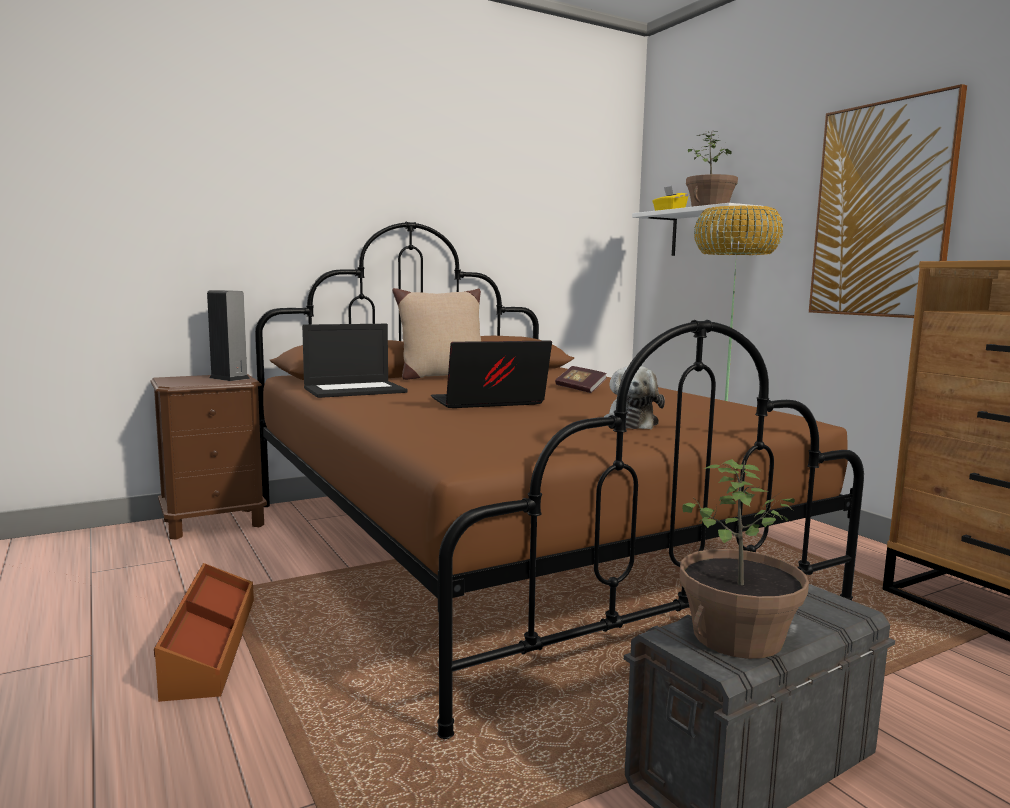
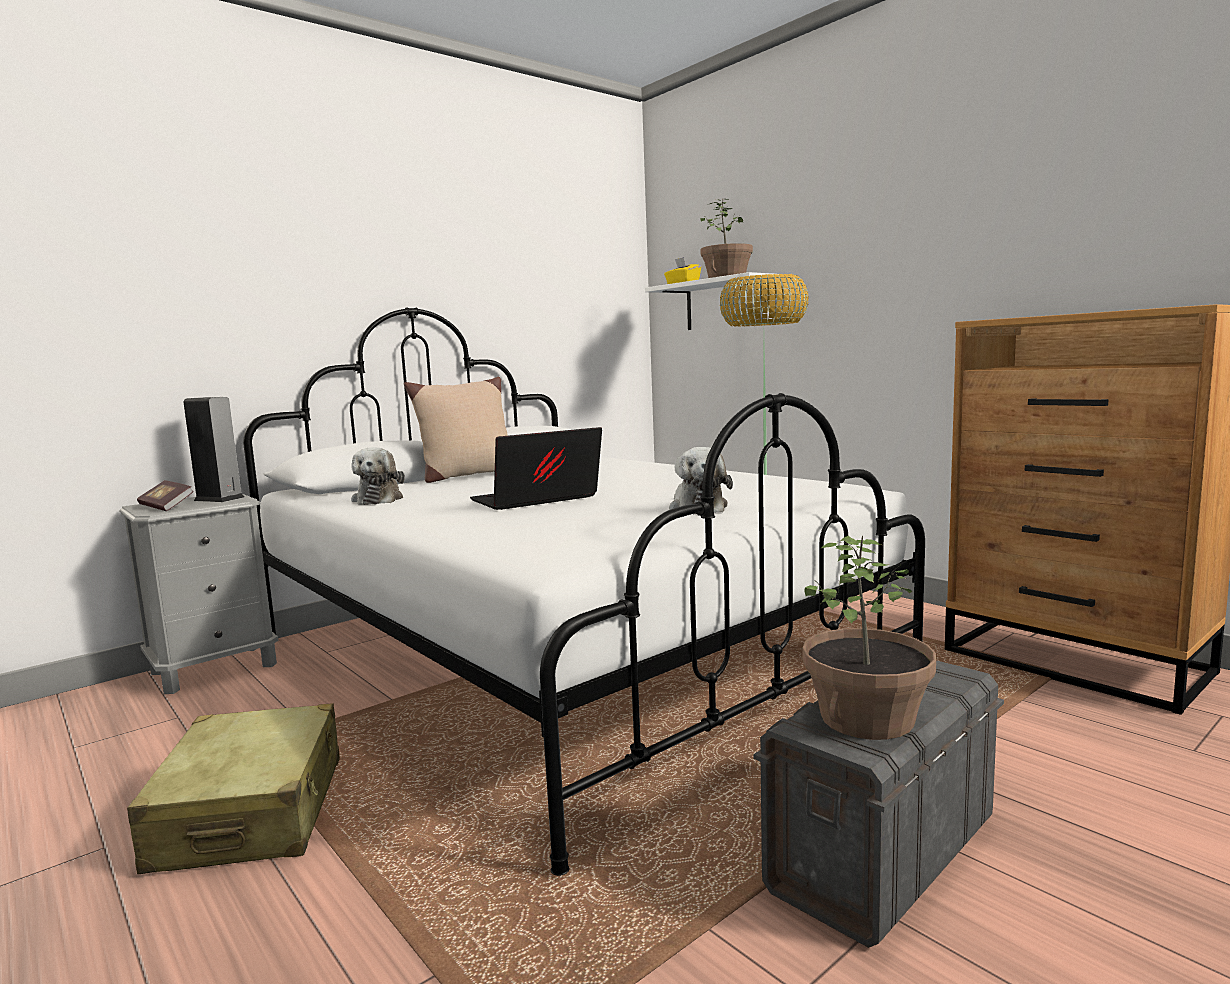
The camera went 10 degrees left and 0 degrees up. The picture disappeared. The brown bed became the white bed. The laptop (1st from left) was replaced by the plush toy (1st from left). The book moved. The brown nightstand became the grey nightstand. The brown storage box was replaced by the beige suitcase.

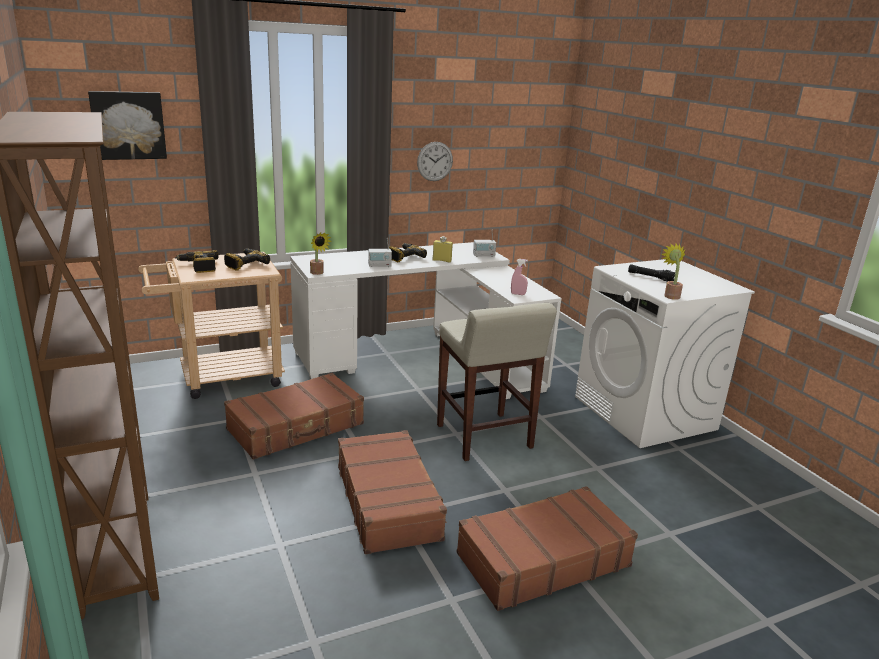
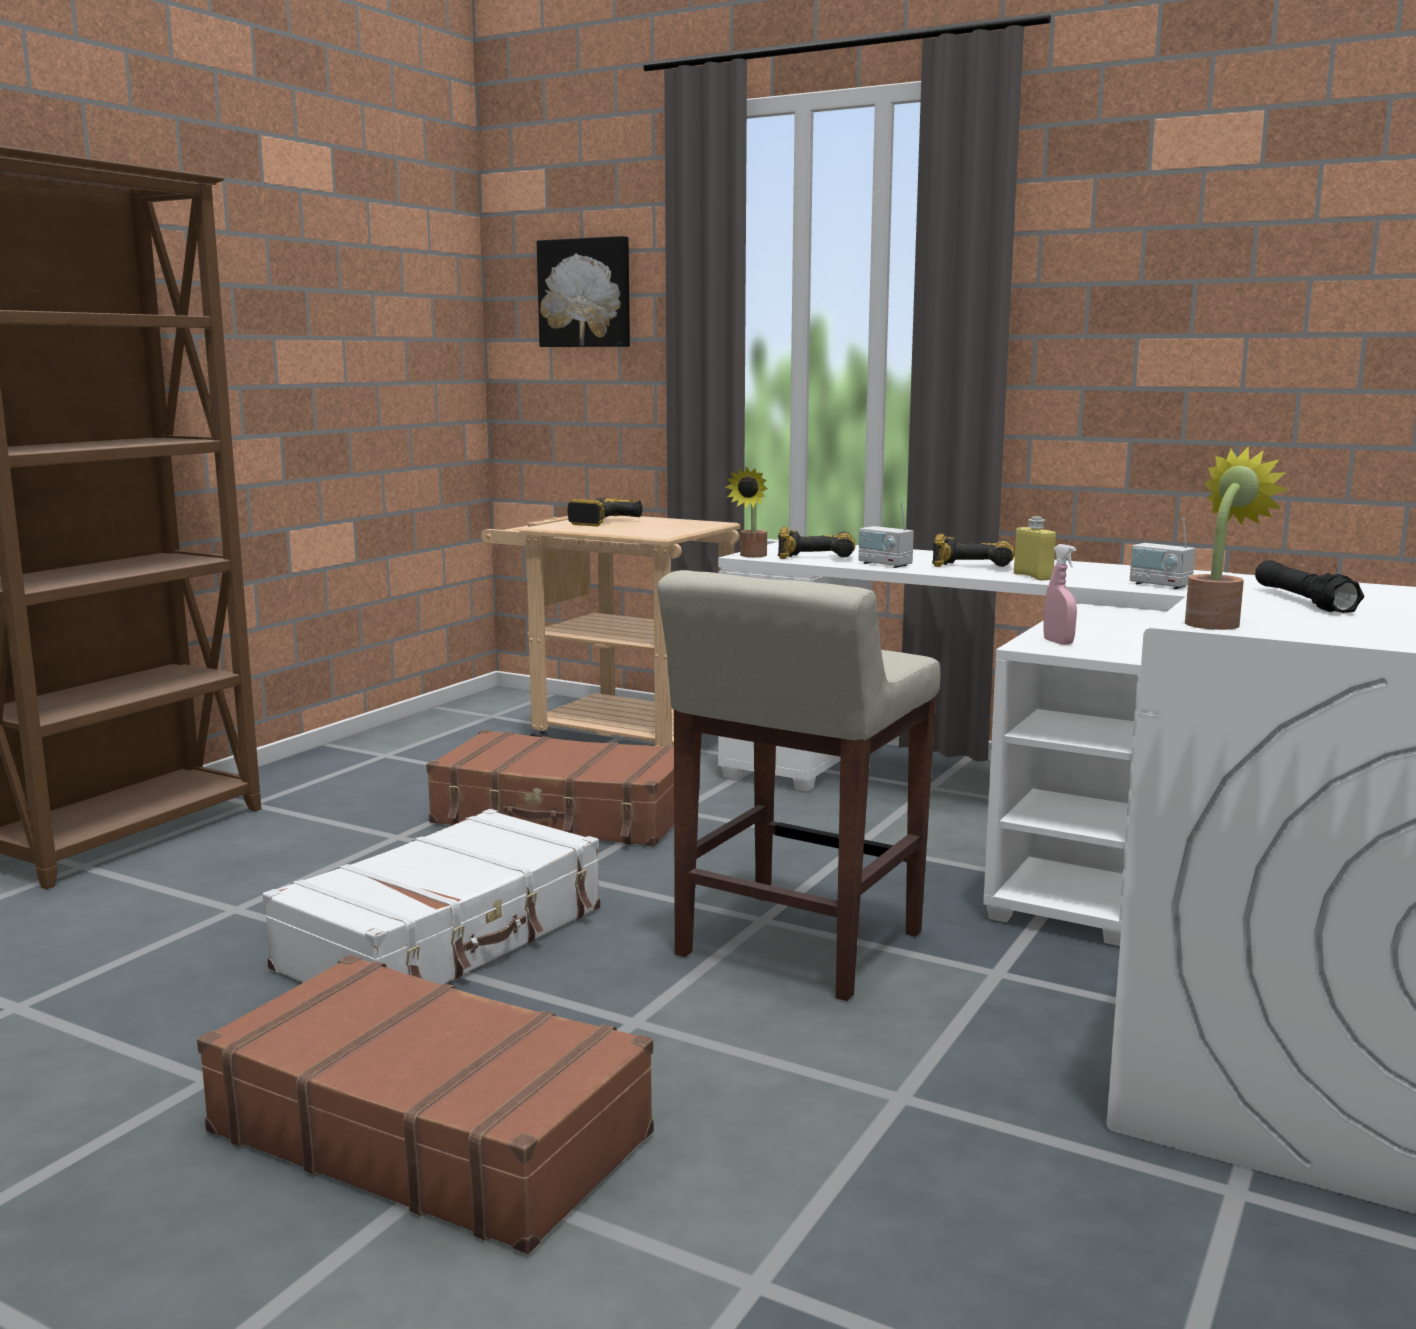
The camera went 55 degrees right and 10 degrees down. The wall clock disappeared. The power drill (2nd from left) moved. The brown suitcase (2nd from left) became the white suitcase.

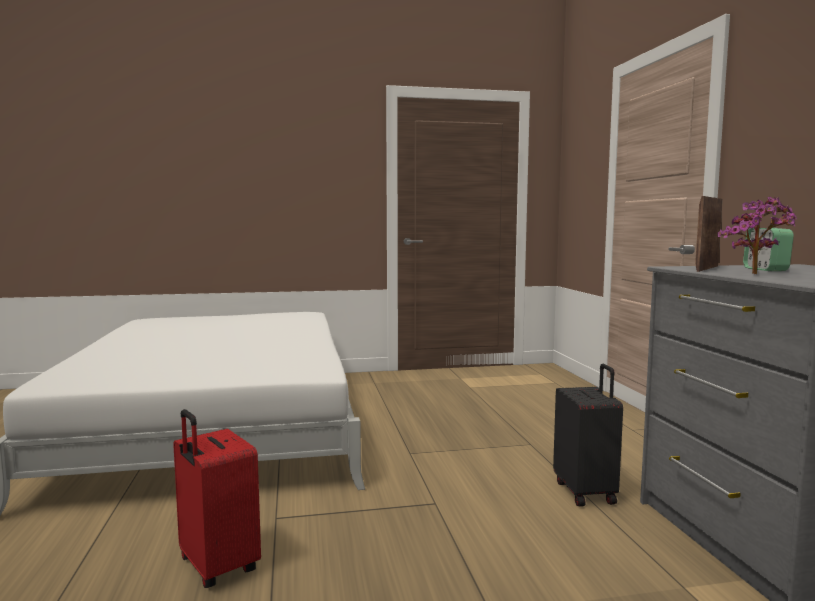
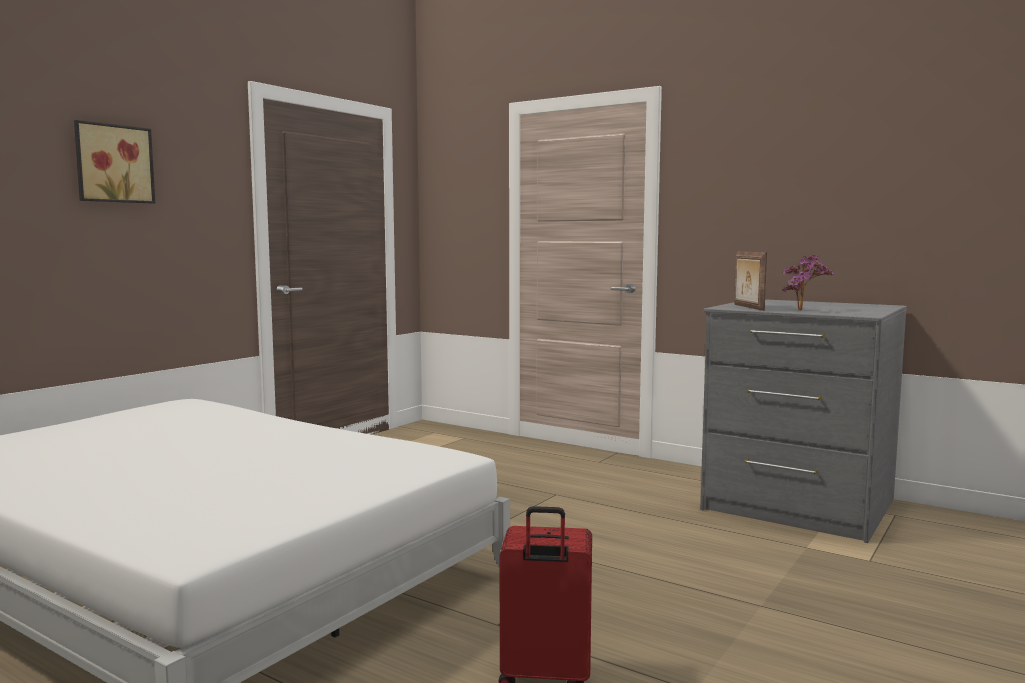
The camera went 45 degrees left and 0 degrees up. The alarm clock disappeared. The black suitcase disappeared. The picture appeared.

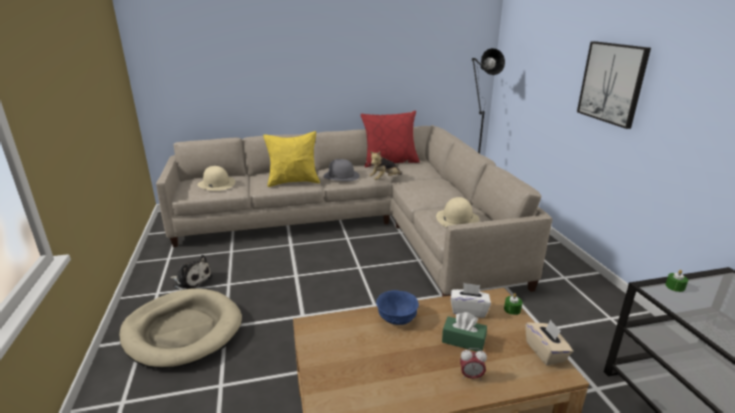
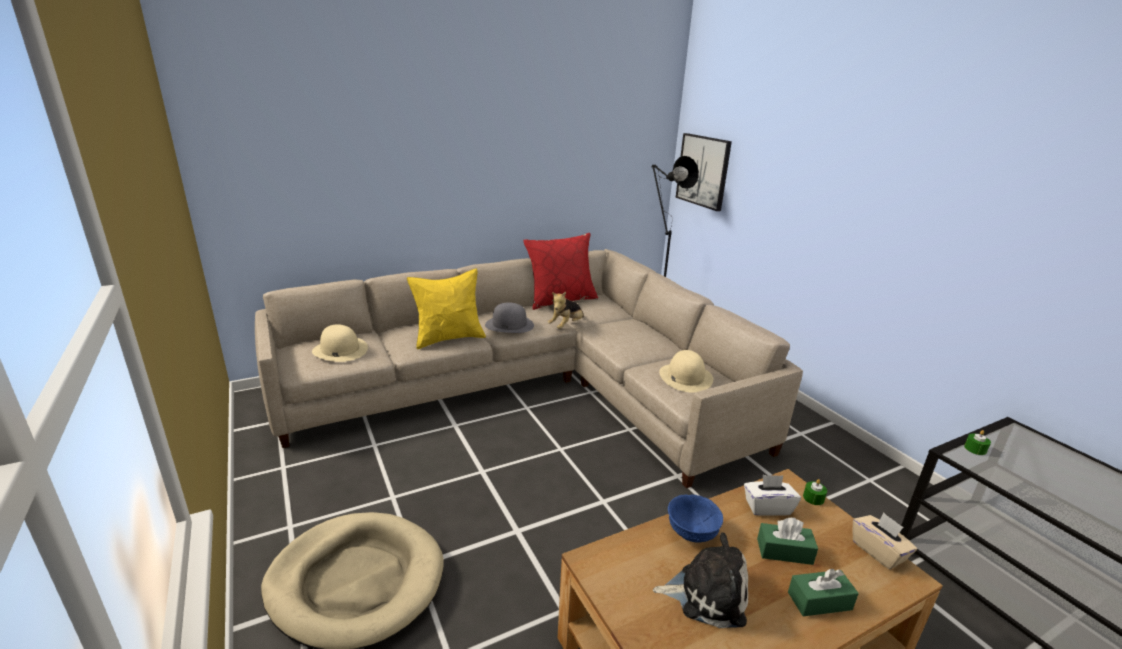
The camera went 15 degrees left and 0 degrees up. The picture moved. The plush toy (1st from left in the first image) moved. The alarm clock was replaced by the green tissue box (2nd from left).

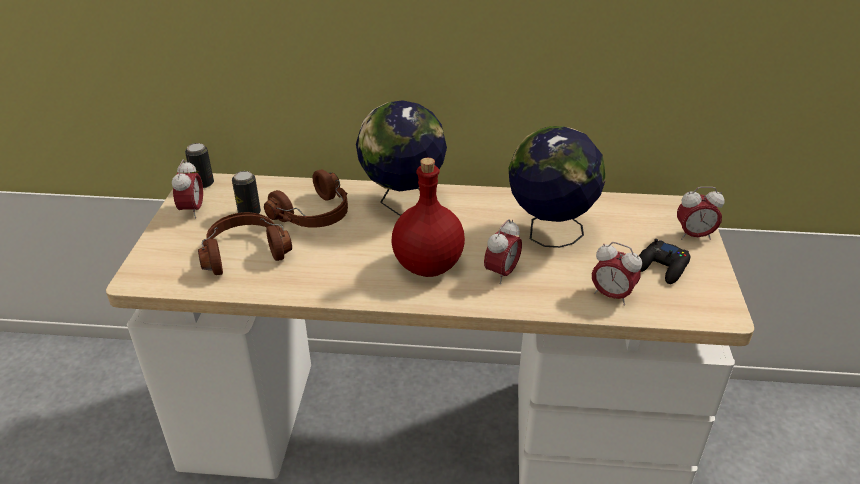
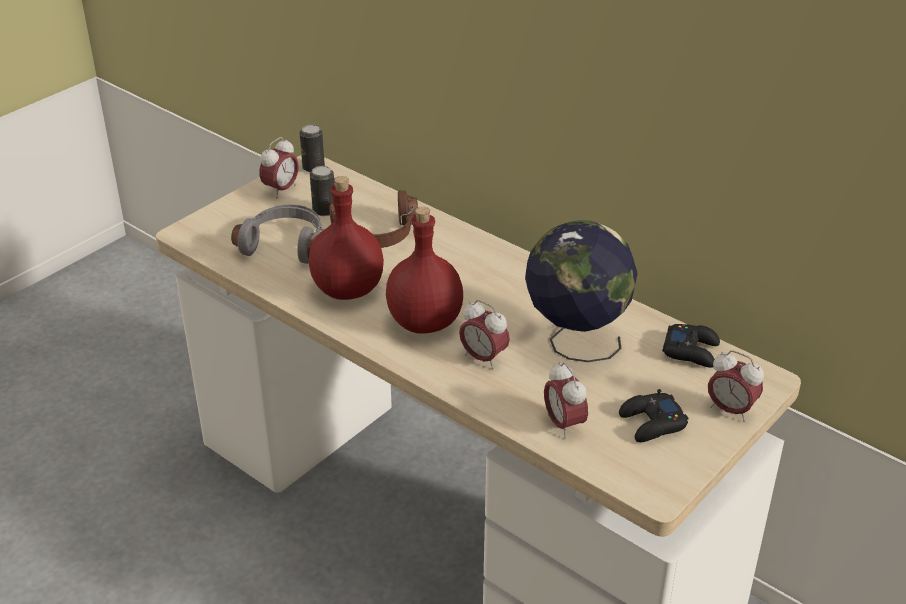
The camera went 35 degrees right and 0 degrees up. The globe (1st from left) disappeared. The brown headphones (1st from left) became the grey headphones. The alarm clock (2nd from left) turned 60 degrees clockwise. The red bottle (1st from left) appeared. The black game controller (2nd from left) appeared.

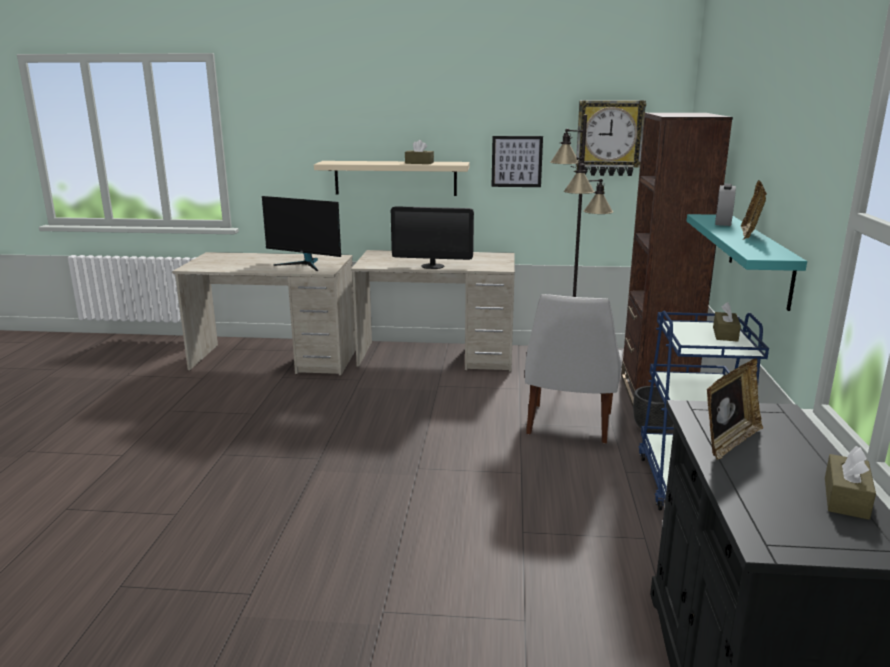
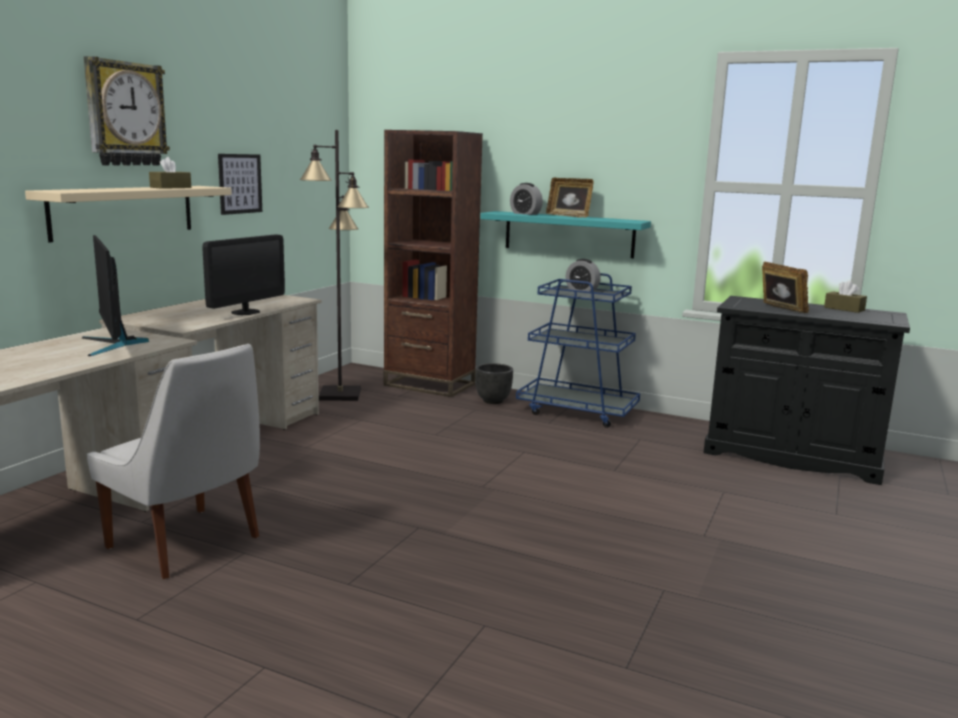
The camera went 70 degrees left and 5 degrees down. The wall clock moved. The monitor (1st from left) turned 105 degrees clockwise. The white chair moved. The brown tissue box (2nd from left) was replaced by the alarm clock (2nd from left).

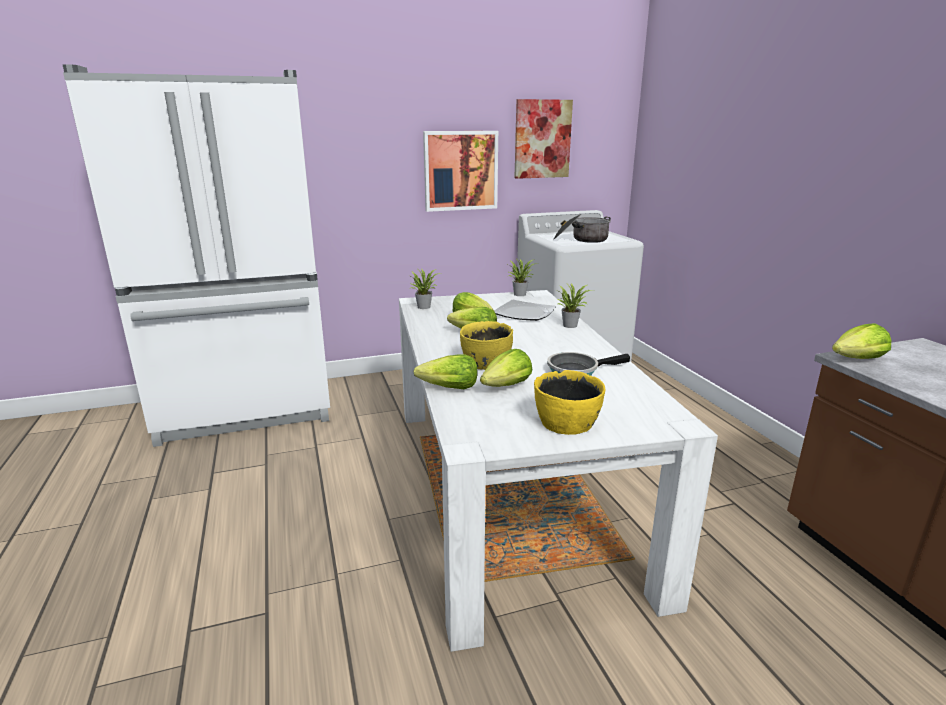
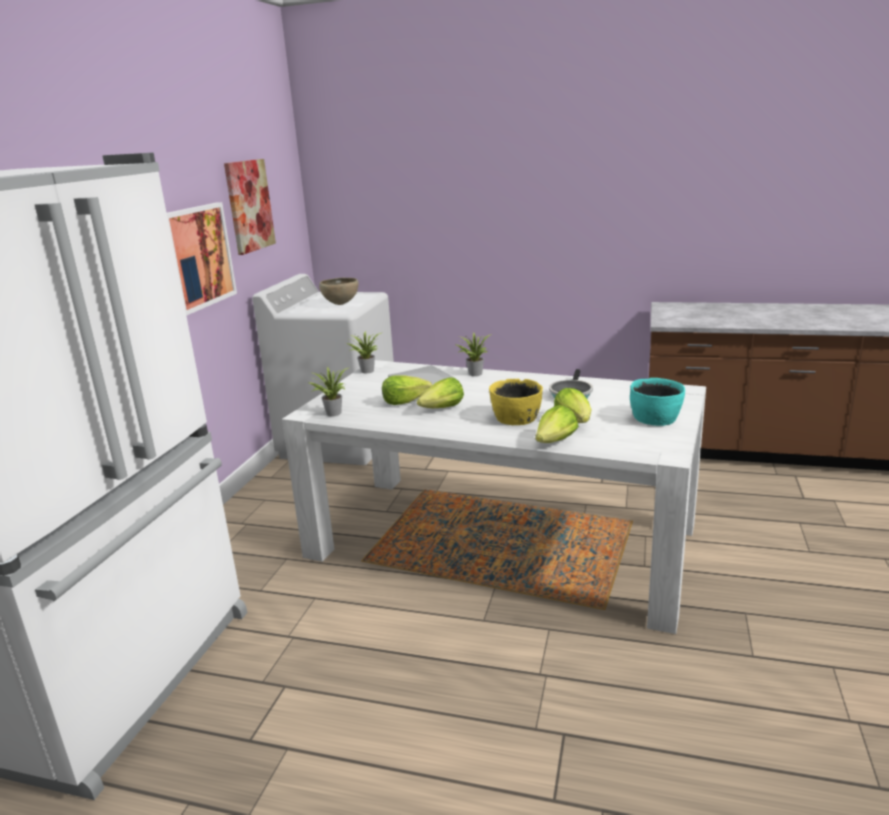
The camera went 55 degrees left and 0 degrees up. The cooking pot was replaced by the brown bowl. The lettuce (5th from left) disappeared. The yellow bowl (2nd from left) became the turquoise bowl.

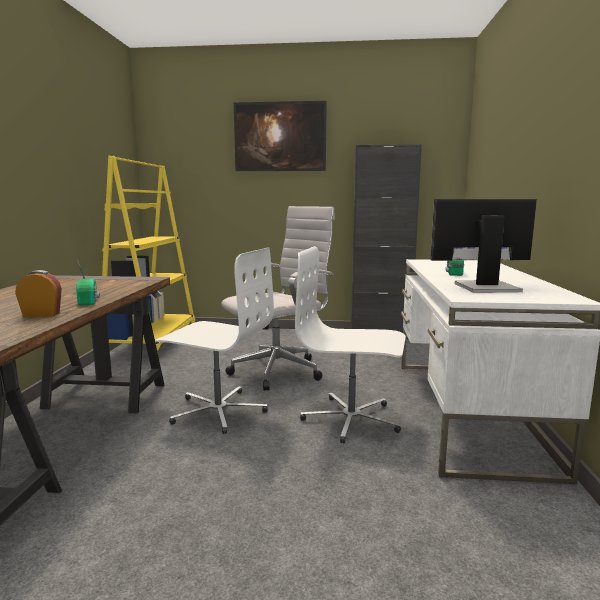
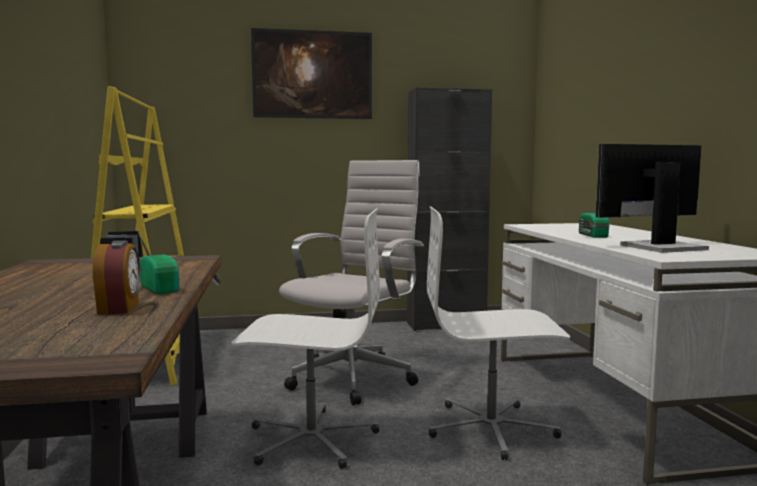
The camera went 15 degrees left and 5 degrees down. The alarm clock turned 105 degrees clockwise.

